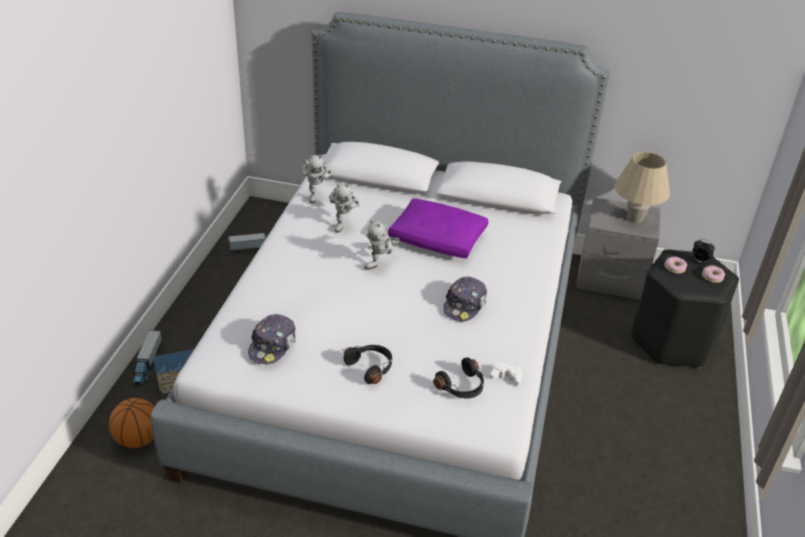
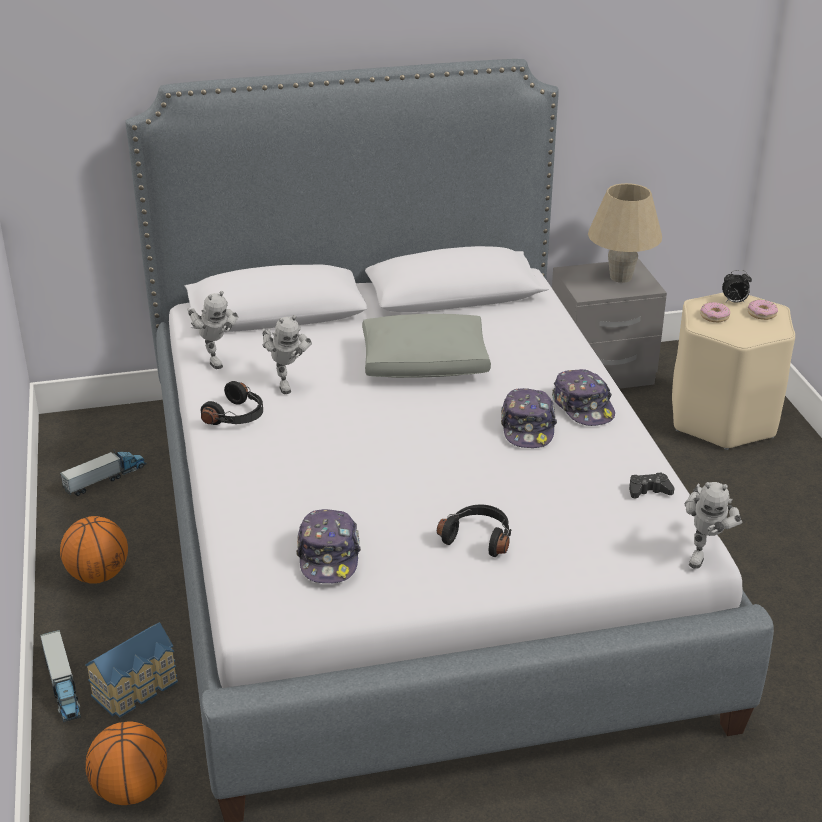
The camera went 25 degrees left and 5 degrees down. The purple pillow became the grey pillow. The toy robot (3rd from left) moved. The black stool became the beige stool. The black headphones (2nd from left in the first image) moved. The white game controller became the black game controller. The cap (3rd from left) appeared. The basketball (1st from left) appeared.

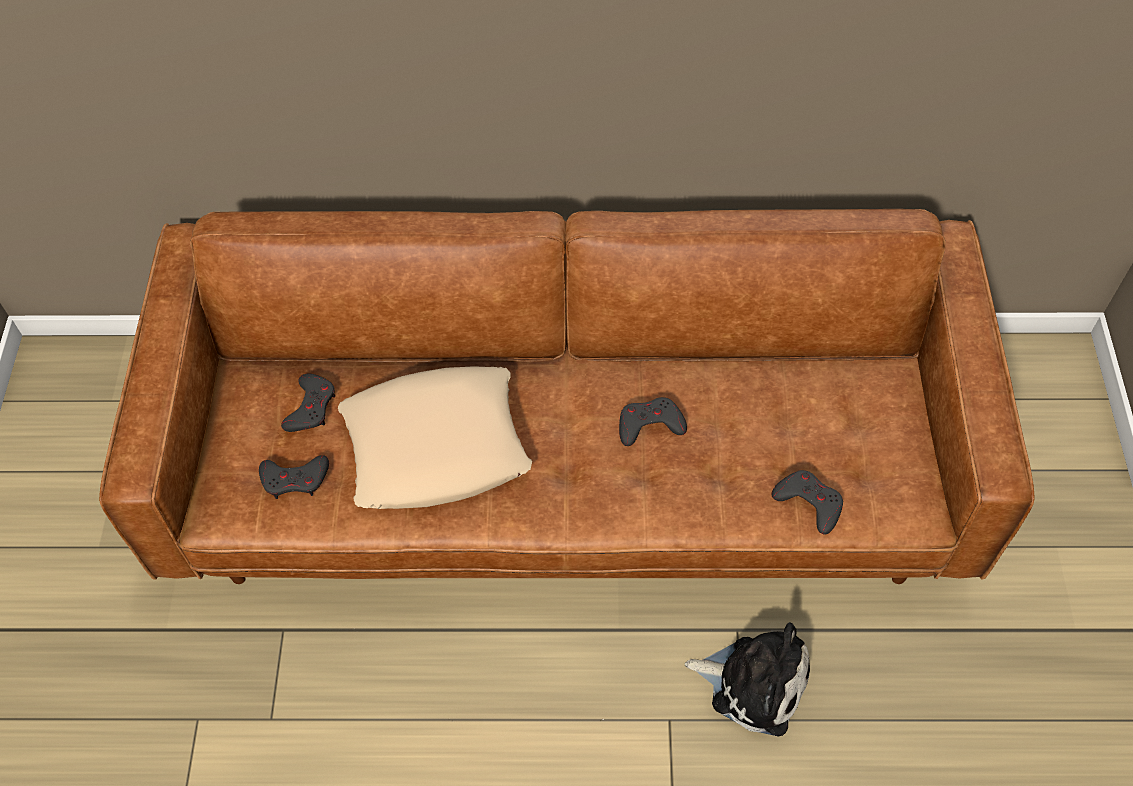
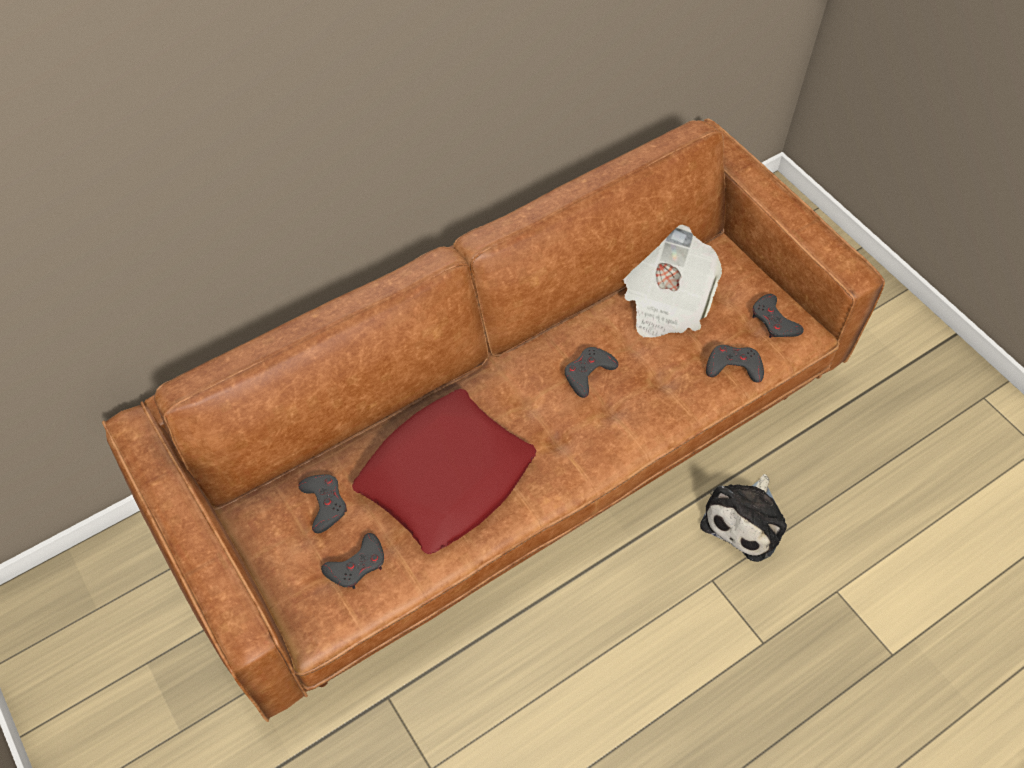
The camera went 35 degrees left and 0 degrees up. The beige pillow became the red pillow. The plush toy turned 135 degrees clockwise. The newspaper appeared. The grey game controller (5th from left) appeared.

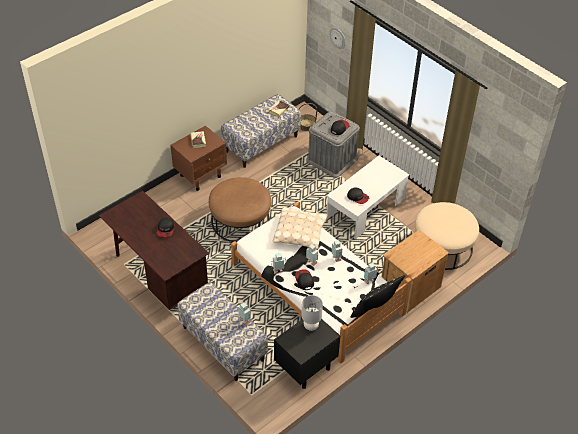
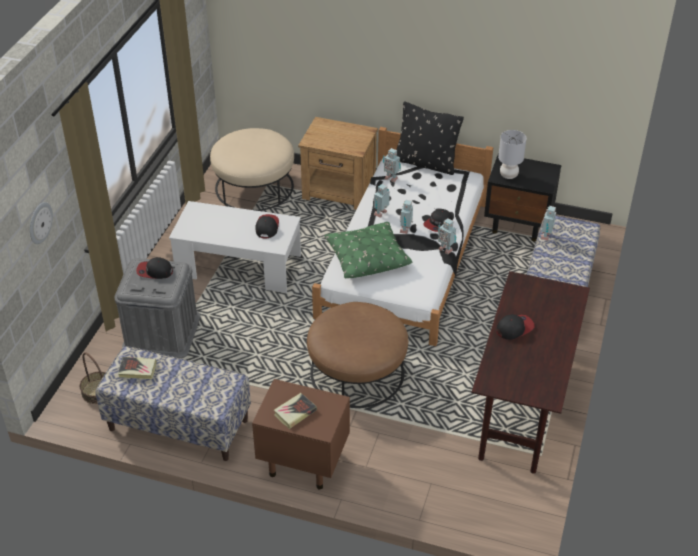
The camera went 120 degrees left and 5 degrees down. The beige pillow became the green pillow.

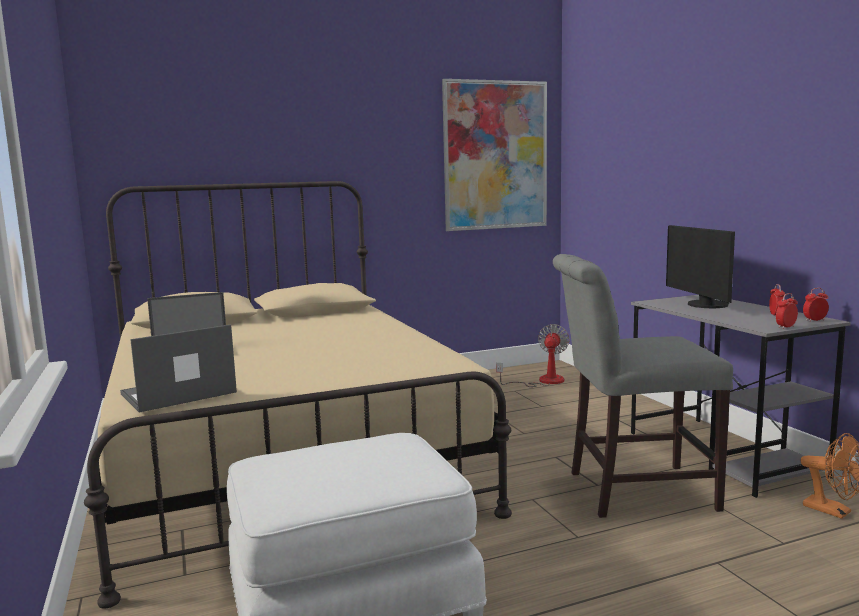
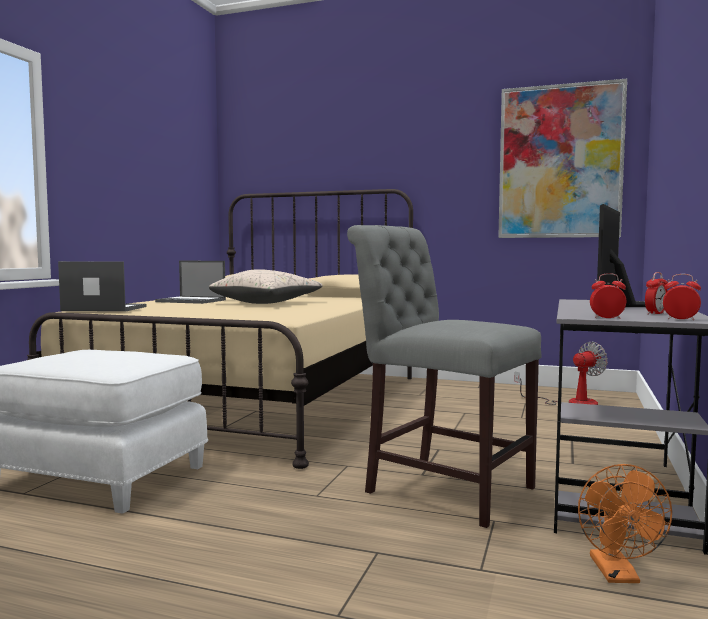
The camera went 40 degrees right and 5 degrees down. The beige pillow appeared.

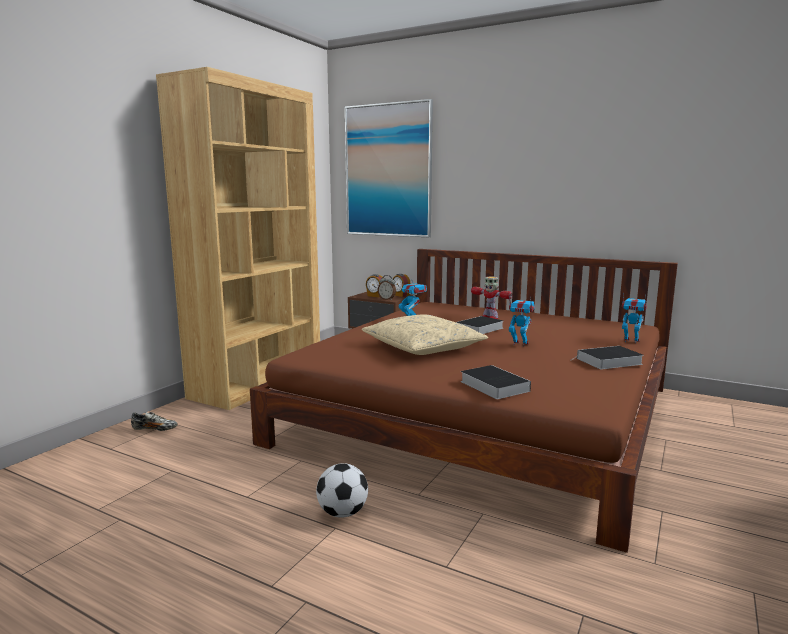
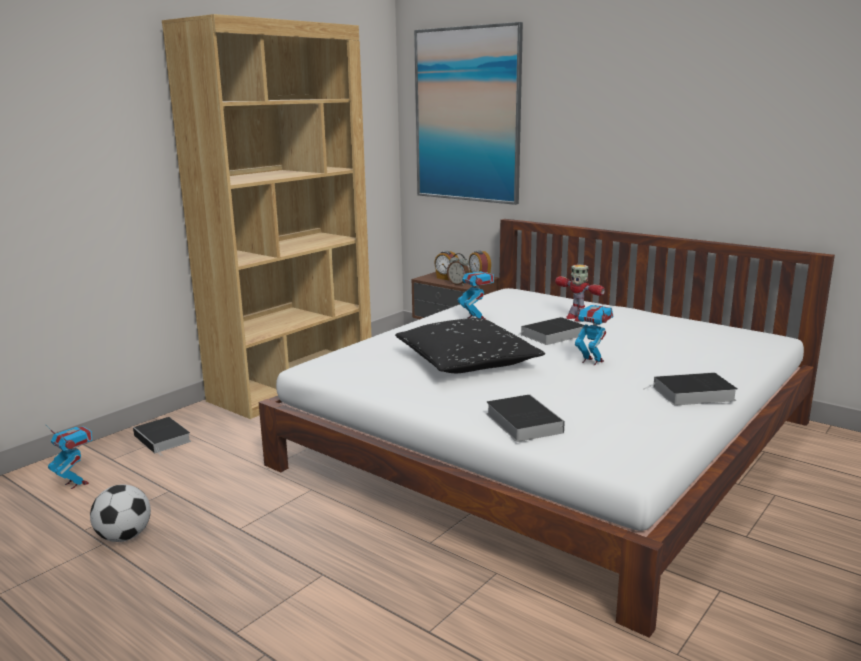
The camera went 10 degrees right and 5 degrees up. The brown bed became the white bed. The toy robot (4th from left in the first image) moved. The beige pillow became the black pillow. The shoe was replaced by the book (1st from left). The football moved.

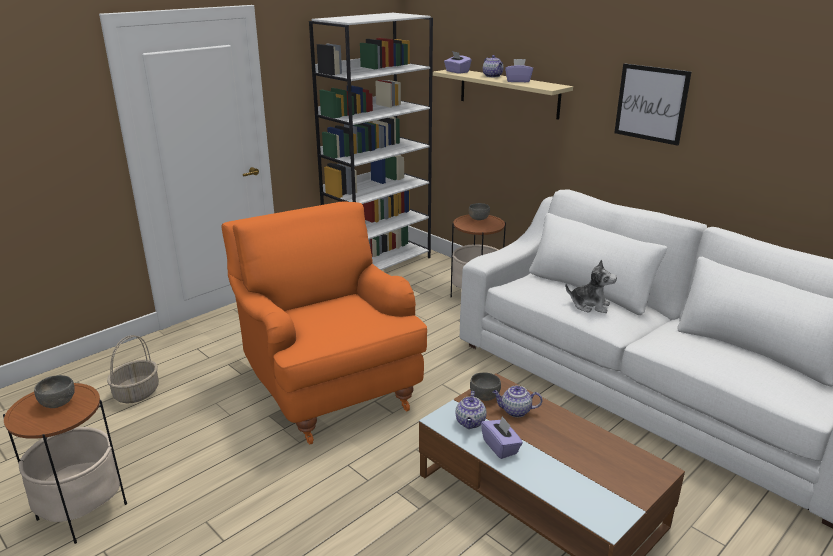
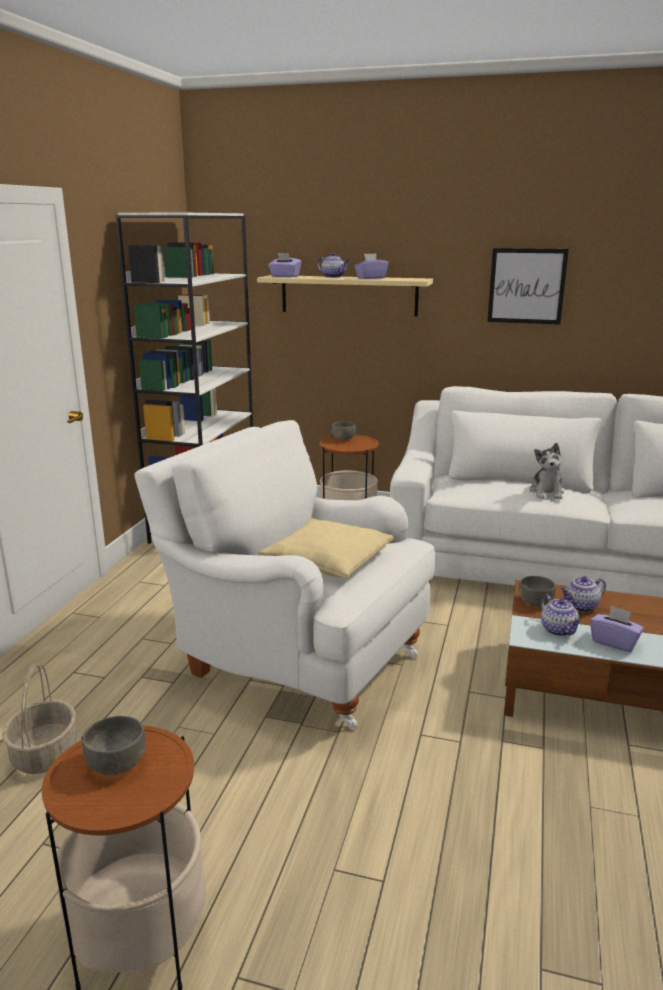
The camera went 30 degrees left and 5 degrees down. The orange armchair became the white armchair. The plush toy turned 105 degrees clockwise. The beige pillow appeared.

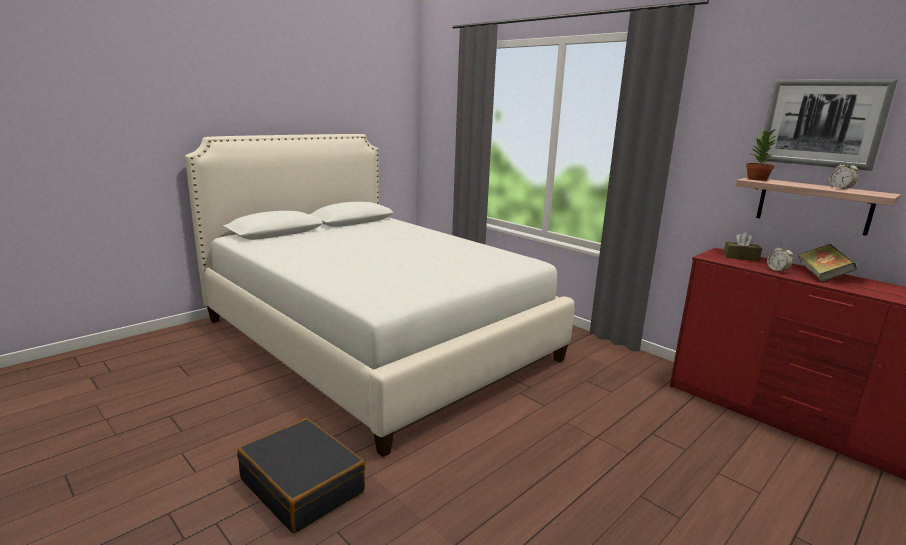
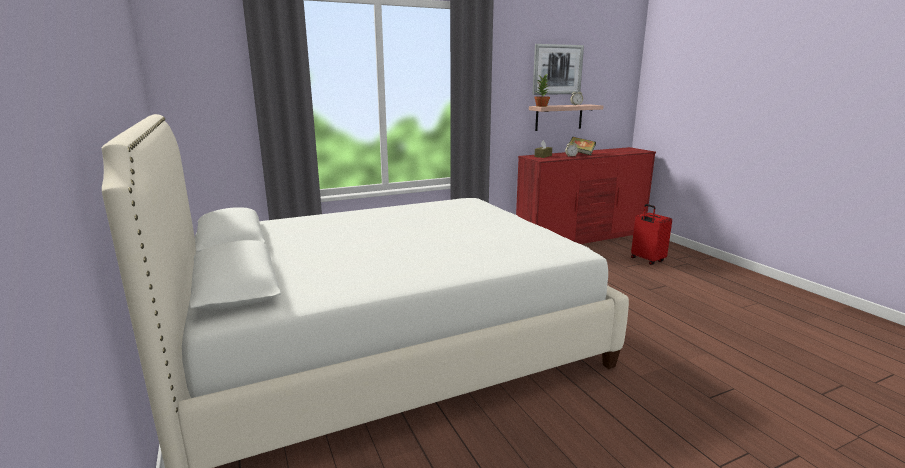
The camera went 70 degrees left and 0 degrees up. The black suitcase disappeared. The red suitcase appeared.

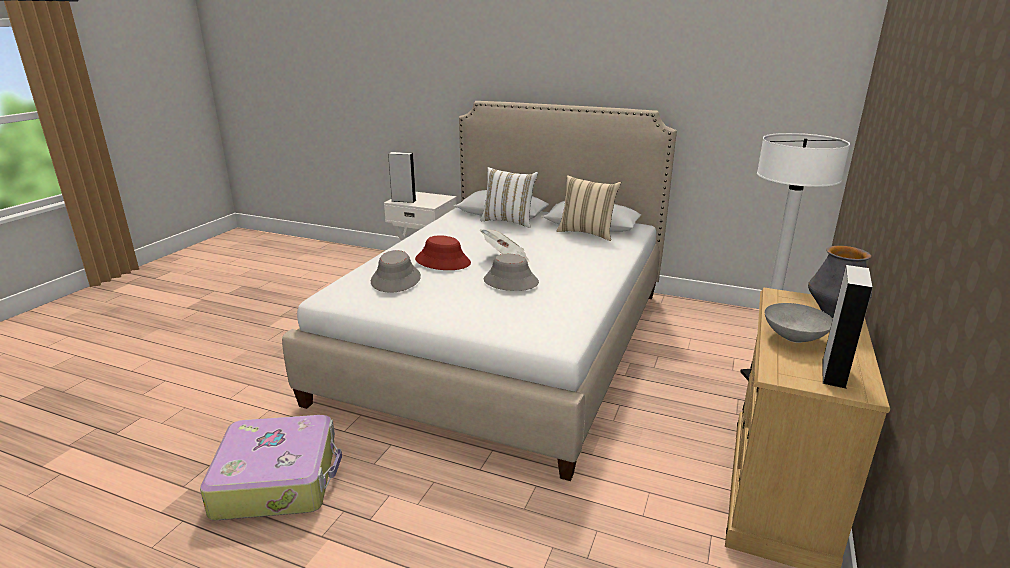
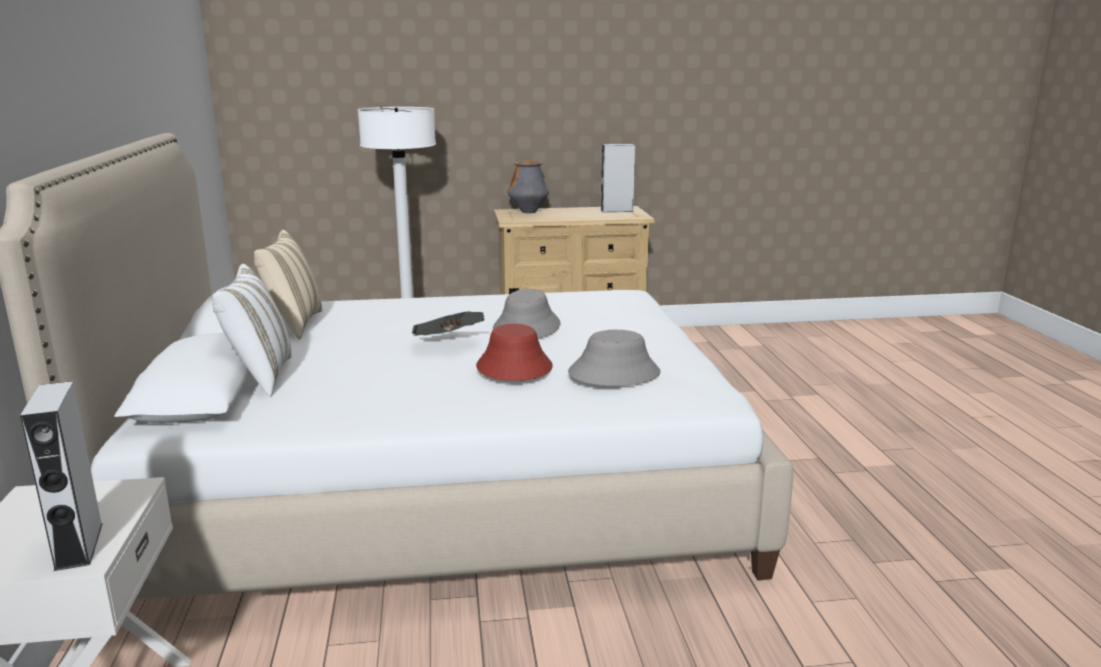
The camera went 120 degrees left and 5 degrees down. The grey bowl disappeared. The suitcase disappeared.

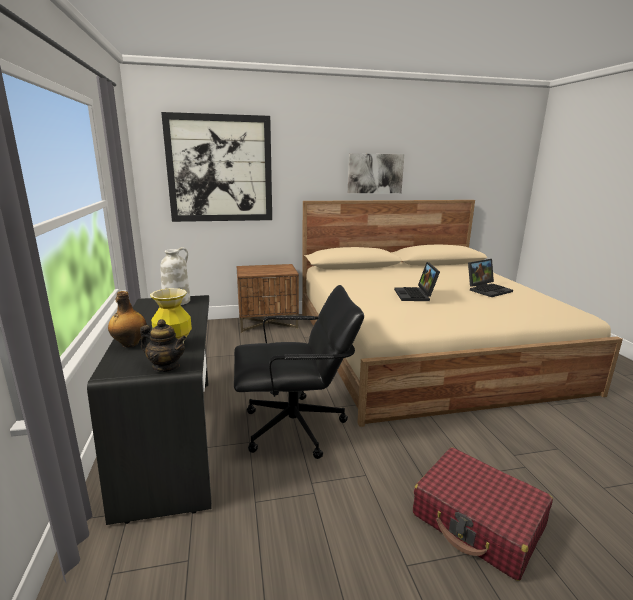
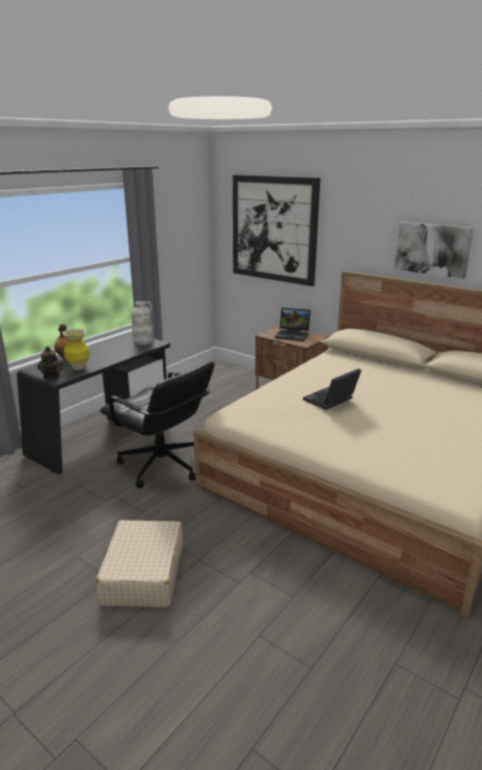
The camera went 50 degrees right and 5 degrees up. The laptop (2nd from left in the first image) moved. The red suitcase became the beige suitcase.

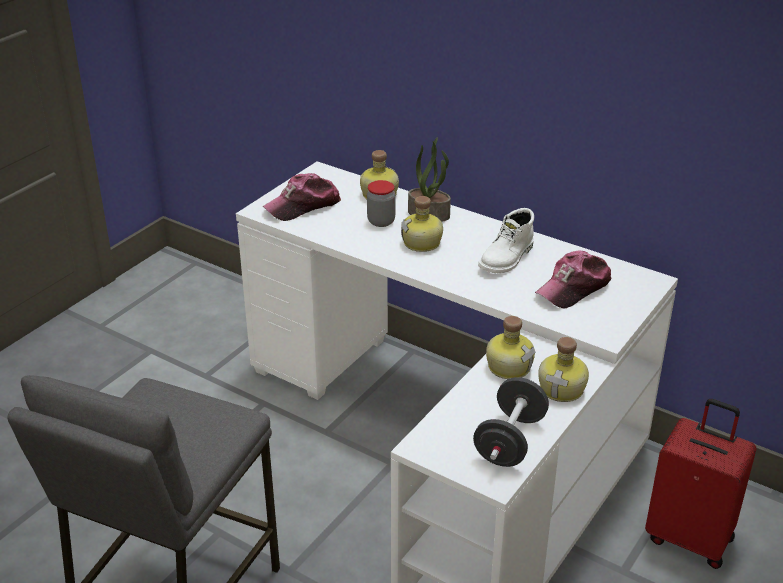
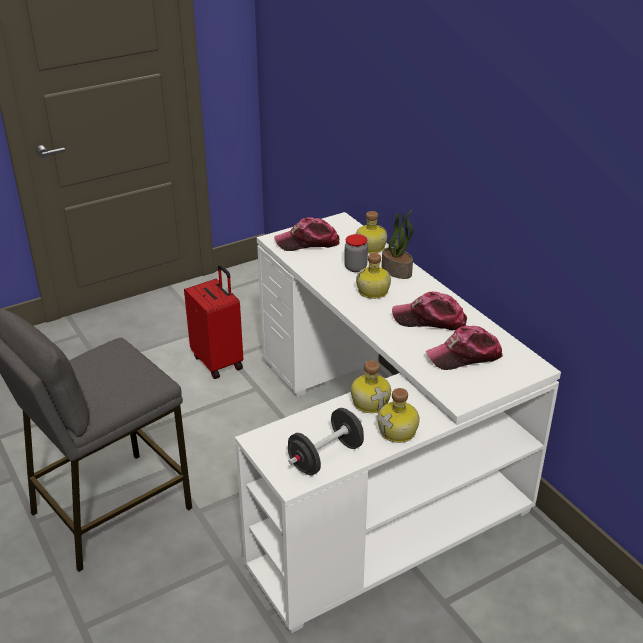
The camera went 25 degrees right and 0 degrees up. The white boot was replaced by the cap (2nd from left). The red suitcase moved.

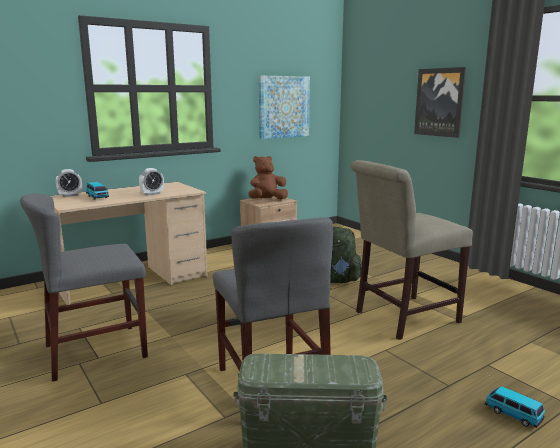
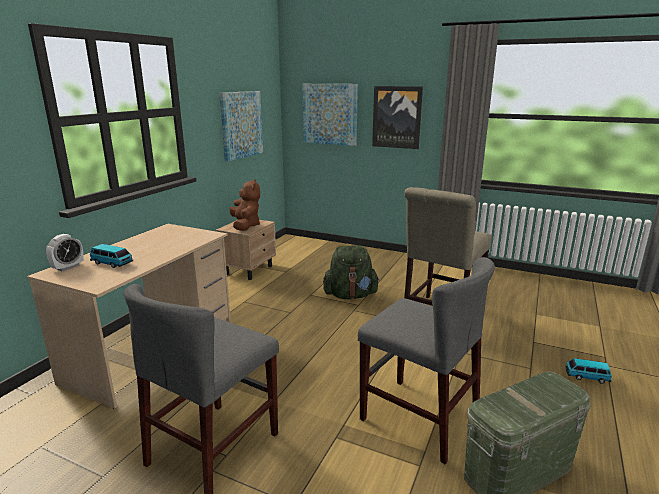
The camera went 30 degrees left and 5 degrees up. The brown plush toy turned 135 degrees clockwise. The alarm clock (2nd from left) disappeared. The picture (2nd from left) appeared.

